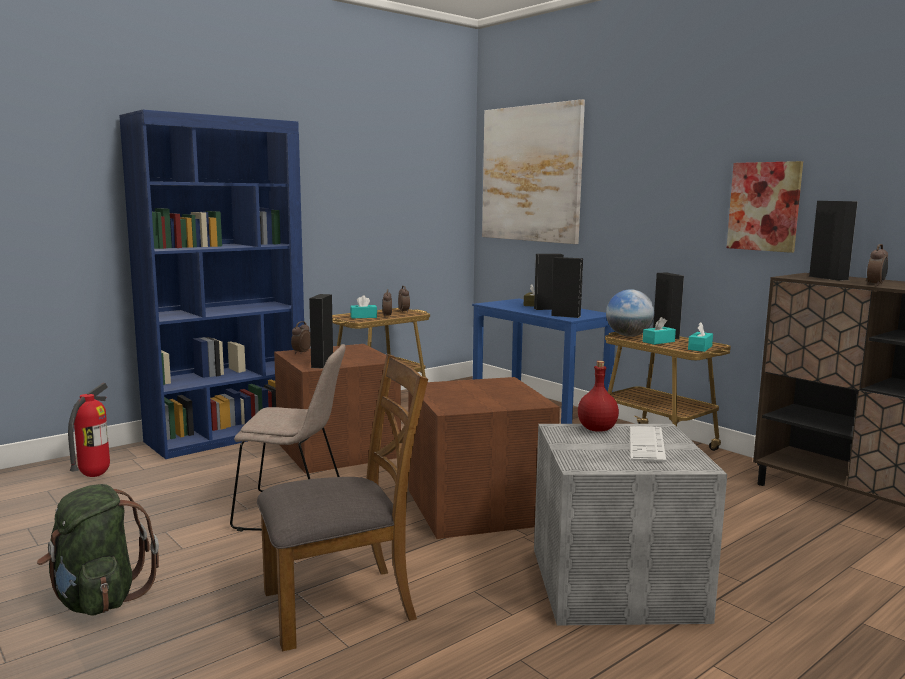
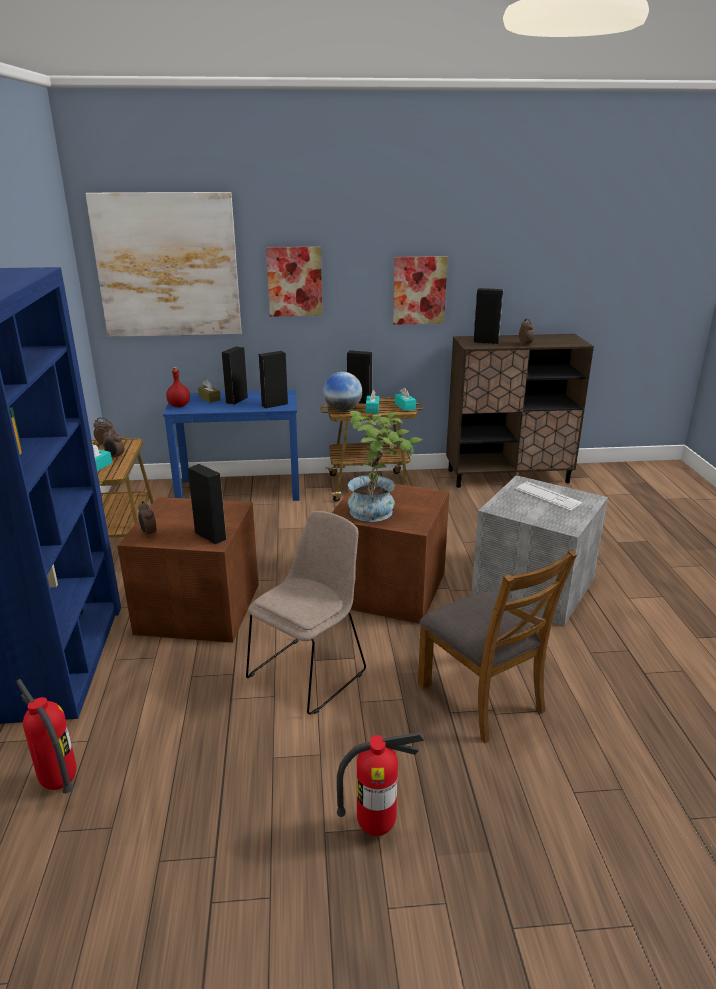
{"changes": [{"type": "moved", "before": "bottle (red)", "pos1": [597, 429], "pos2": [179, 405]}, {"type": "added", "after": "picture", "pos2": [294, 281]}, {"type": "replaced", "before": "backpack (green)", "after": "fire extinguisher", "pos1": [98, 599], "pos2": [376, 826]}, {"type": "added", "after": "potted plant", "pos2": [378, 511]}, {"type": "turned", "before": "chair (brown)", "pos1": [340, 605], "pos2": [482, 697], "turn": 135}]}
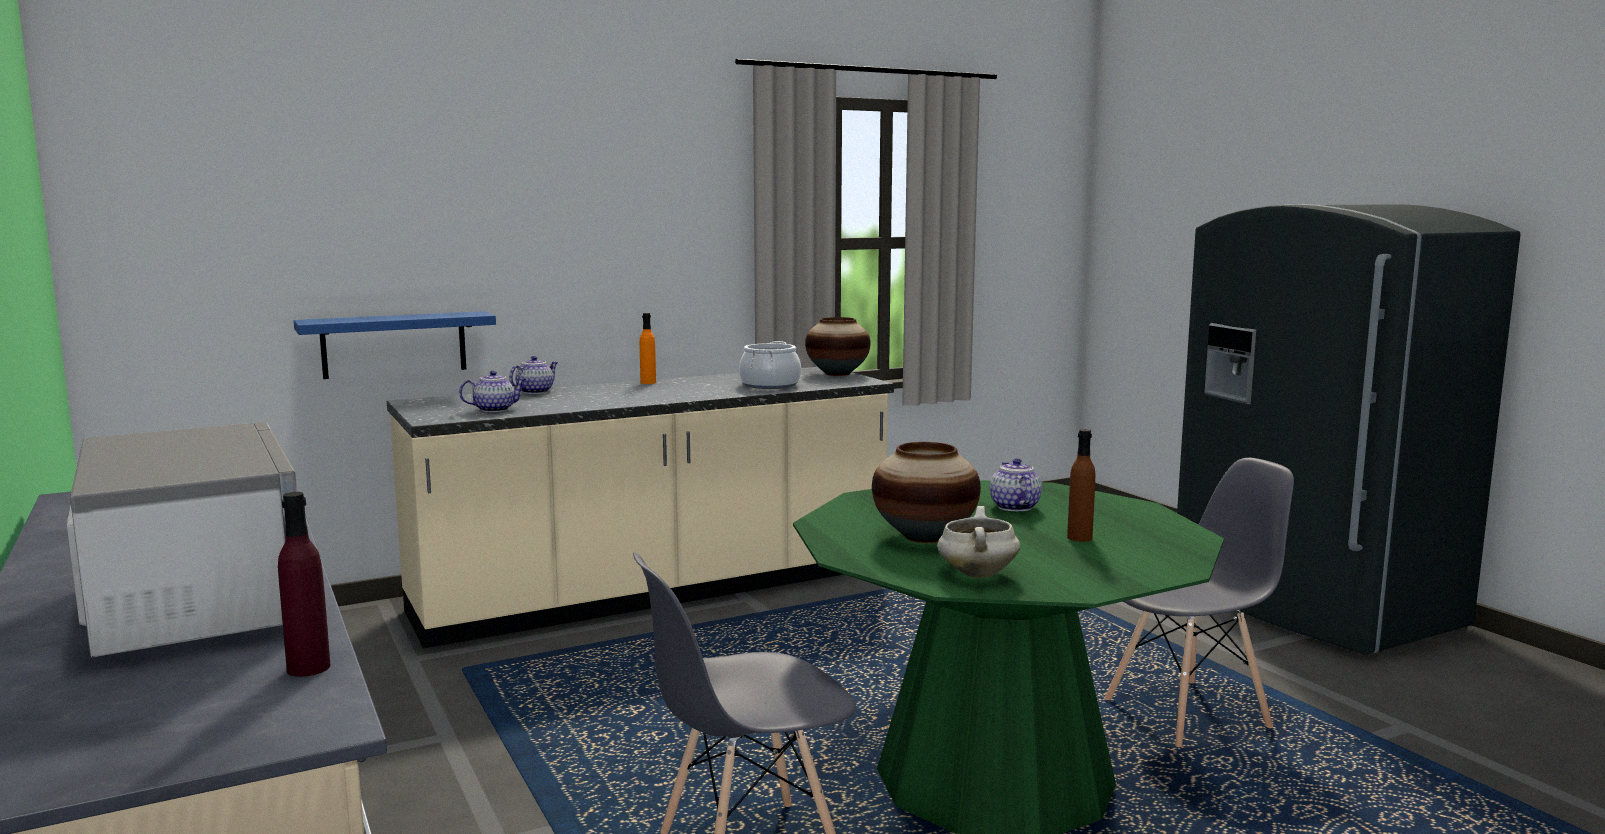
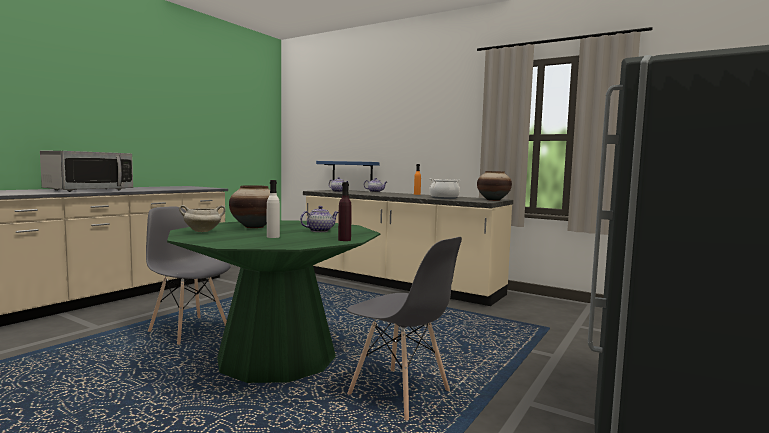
{"changes": [{"type": "recoloured", "before": "bottle (brown)", "after": "bottle (white)", "pos1": [1079, 538], "pos2": [273, 237]}, {"type": "moved", "before": "bottle (purple)", "pos1": [308, 668], "pos2": [344, 240]}]}
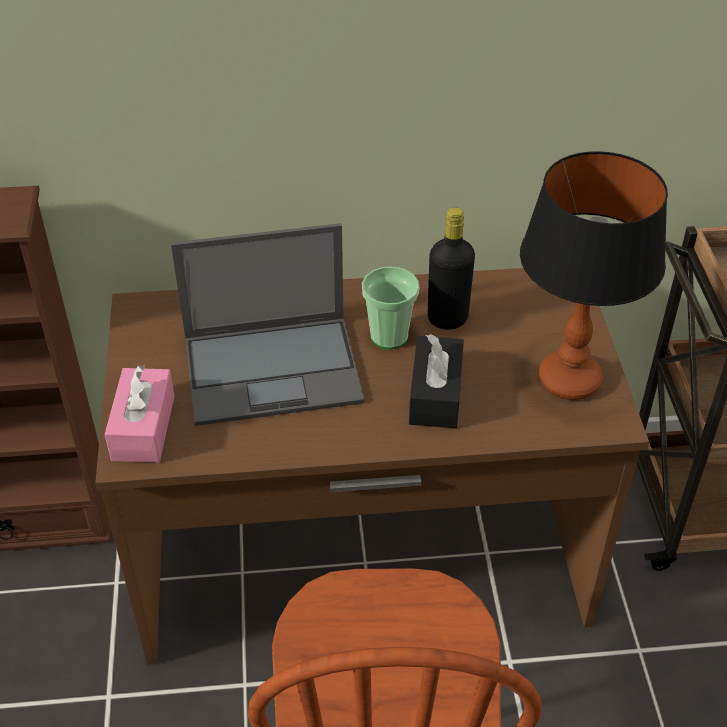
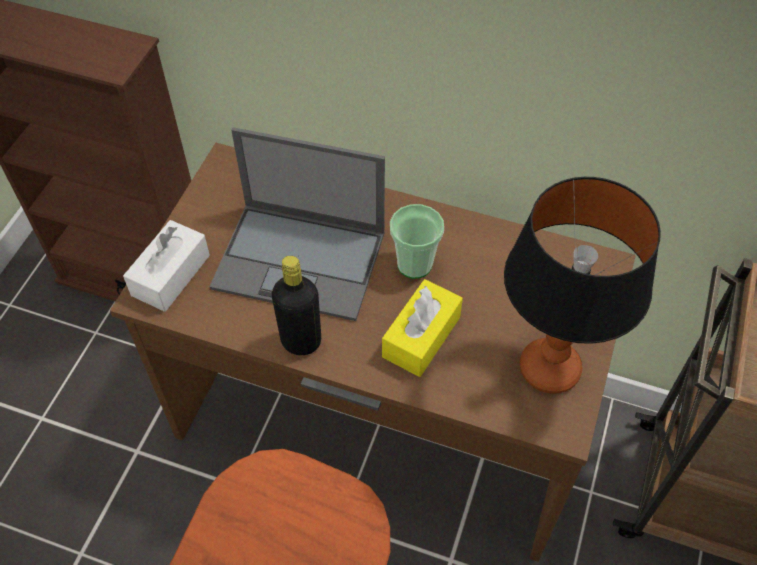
{"changes": [{"type": "recoloured", "before": "tissue box (pink)", "after": "tissue box (white)", "pos1": [143, 427], "pos2": [171, 275]}, {"type": "moved", "before": "bottle (black)", "pos1": [447, 319], "pos2": [301, 341]}, {"type": "recoloured", "before": "tissue box (black)", "after": "tissue box (yellow)", "pos1": [435, 394], "pos2": [421, 337]}]}
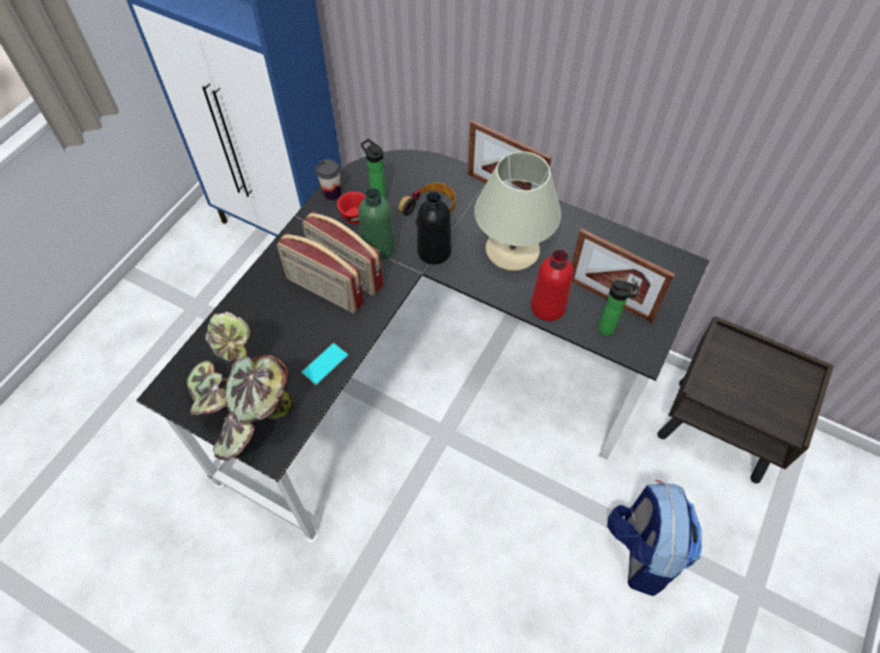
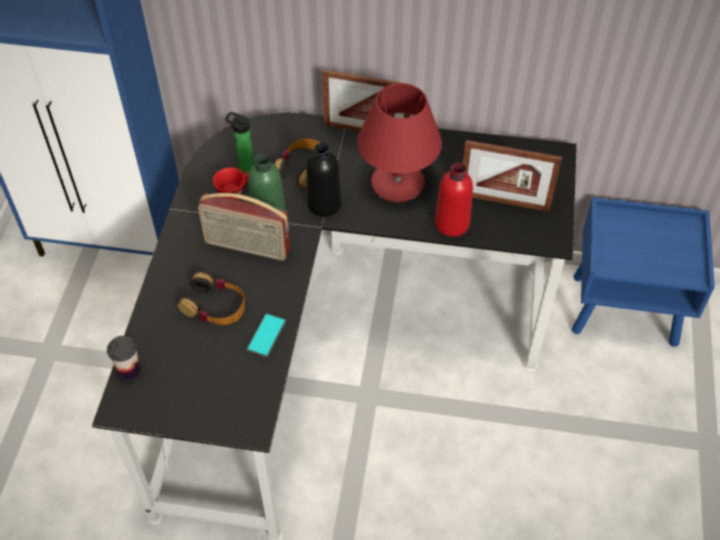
{"changes": [{"type": "moved", "before": "cup", "pos1": [332, 193], "pos2": [129, 370]}, {"type": "added", "after": "headphones", "pos2": [215, 306]}, {"type": "recoloured", "before": "table lamp (beige)", "after": "table lamp (red)", "pos1": [512, 251], "pos2": [398, 184]}, {"type": "recoloured", "before": "nightstand (brown)", "after": "nightstand (blue)", "pos1": [719, 430], "pos2": [626, 310]}, {"type": "removed", "before": "potted plant", "pos1": [247, 409]}, {"type": "removed", "before": "radio", "pos1": [324, 292]}, {"type": "removed", "before": "bottle", "pos1": [609, 329]}, {"type": "removed", "before": "backpack", "pos1": [641, 550]}]}
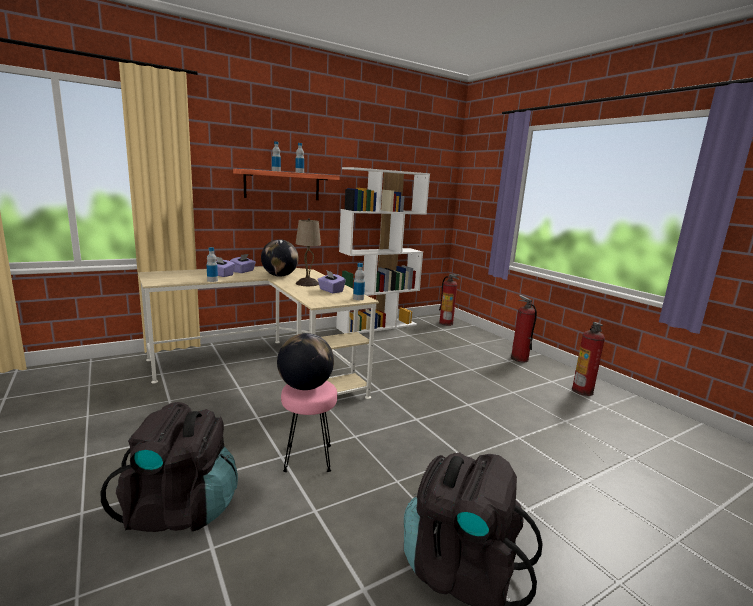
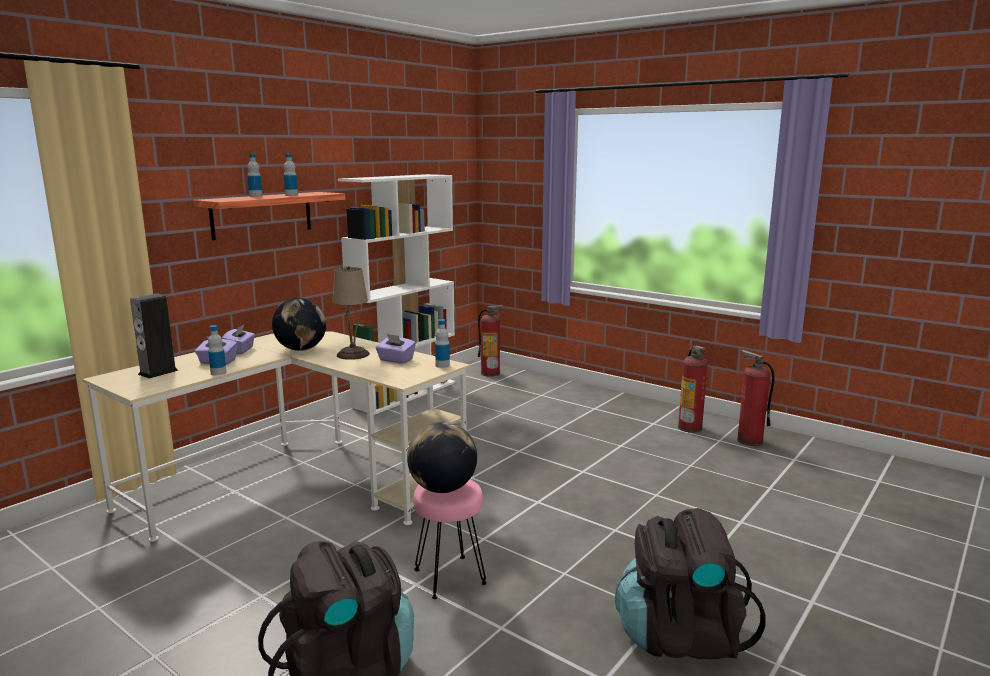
{"changes": [{"type": "added", "after": "speaker", "pos2": [158, 372]}, {"type": "moved", "before": "fire extinguisher", "pos1": [519, 359], "pos2": [749, 441]}]}
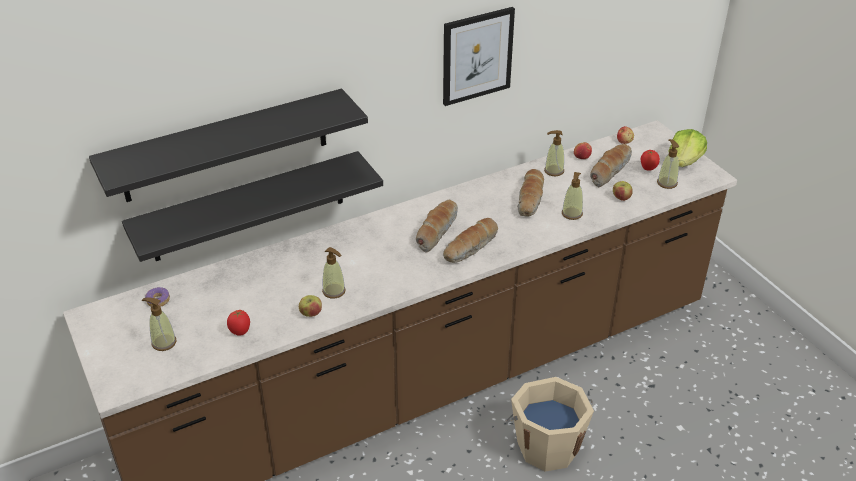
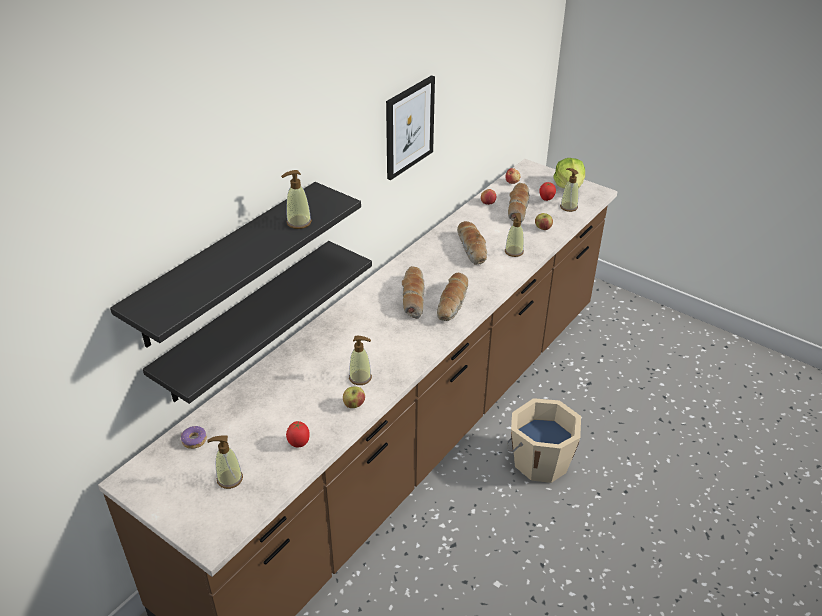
{"changes": [{"type": "moved", "before": "soap dispenser", "pos1": [553, 171], "pos2": [298, 222]}]}
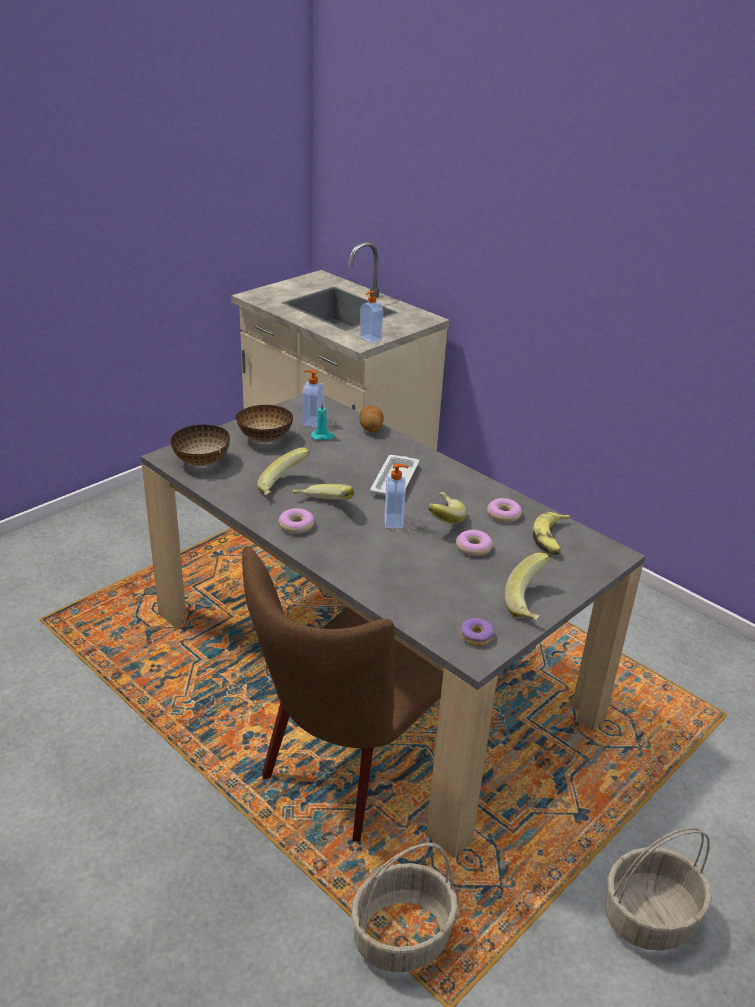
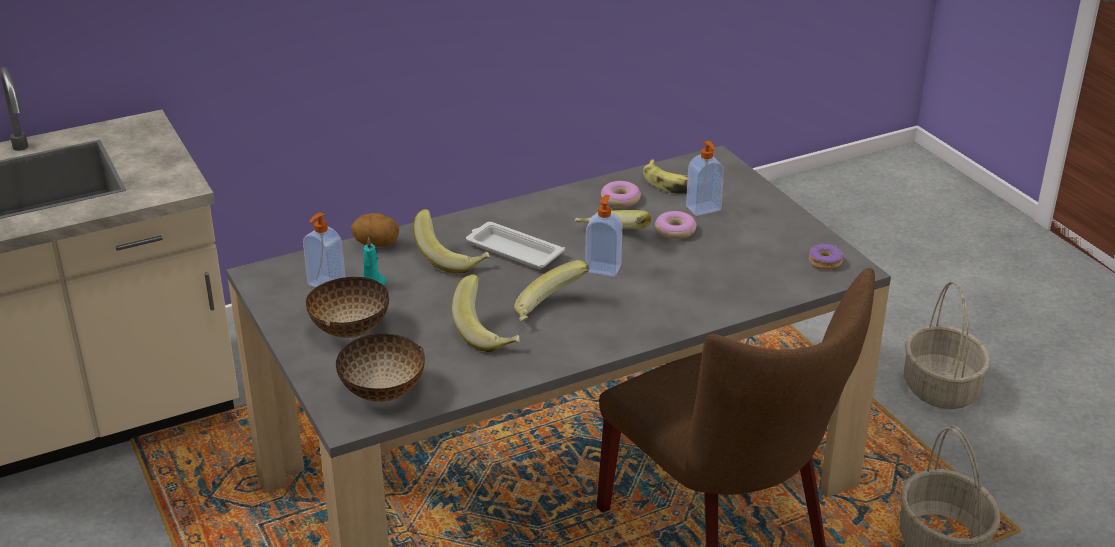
{"changes": [{"type": "moved", "before": "banana", "pos1": [531, 604], "pos2": [452, 259]}, {"type": "moved", "before": "soap dispenser", "pos1": [370, 339], "pos2": [704, 209]}, {"type": "removed", "before": "donut", "pos1": [296, 525]}]}
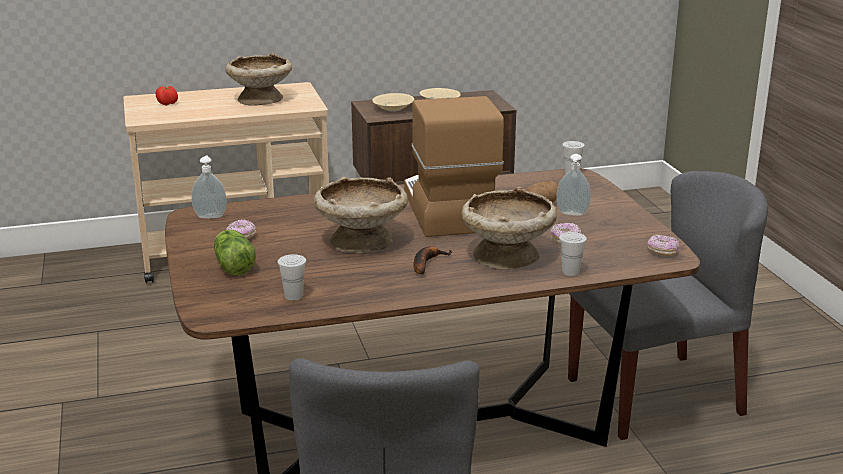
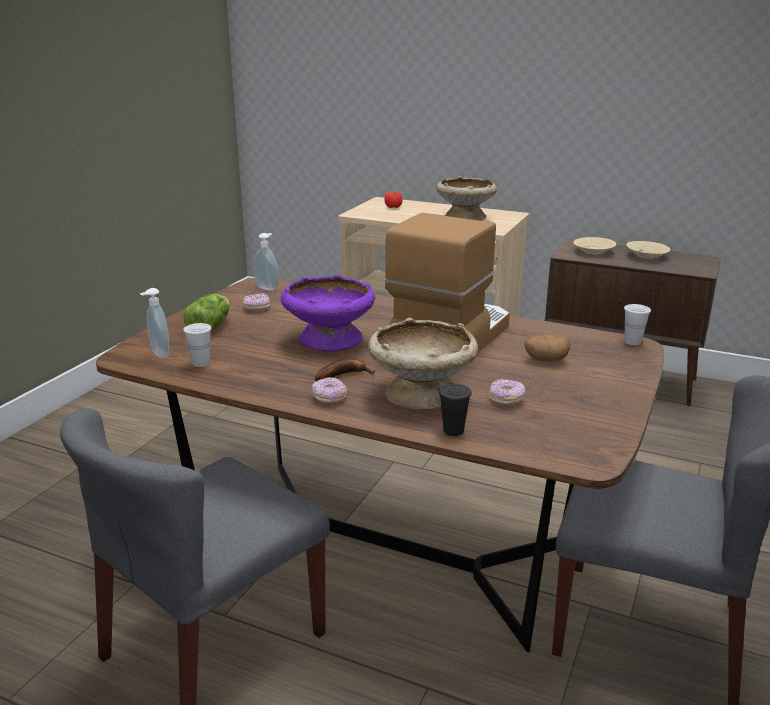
{"changes": [{"type": "moved", "before": "soap dispenser", "pos1": [572, 214], "pos2": [158, 354]}, {"type": "recoloured", "before": "bowl (beige)", "after": "bowl (purple)", "pos1": [361, 242], "pos2": [329, 340]}, {"type": "moved", "before": "donut", "pos1": [662, 252], "pos2": [329, 398]}, {"type": "recoloured", "before": "cup (white)", "after": "cup (black)", "pos1": [570, 272], "pos2": [453, 431]}]}
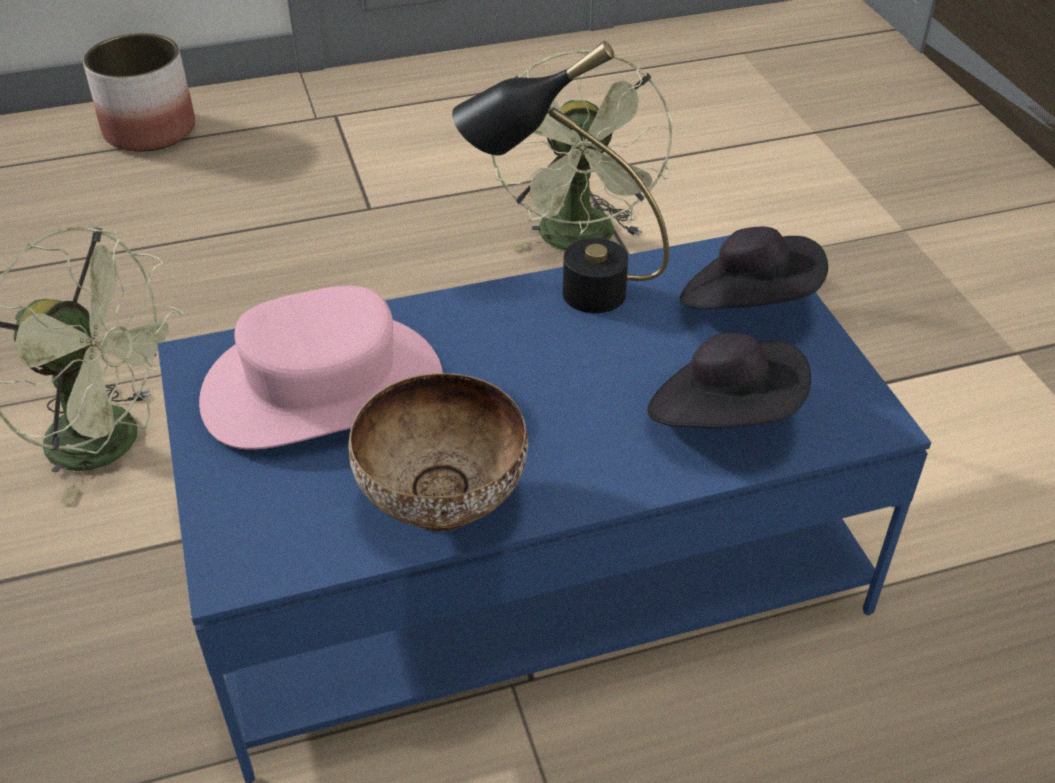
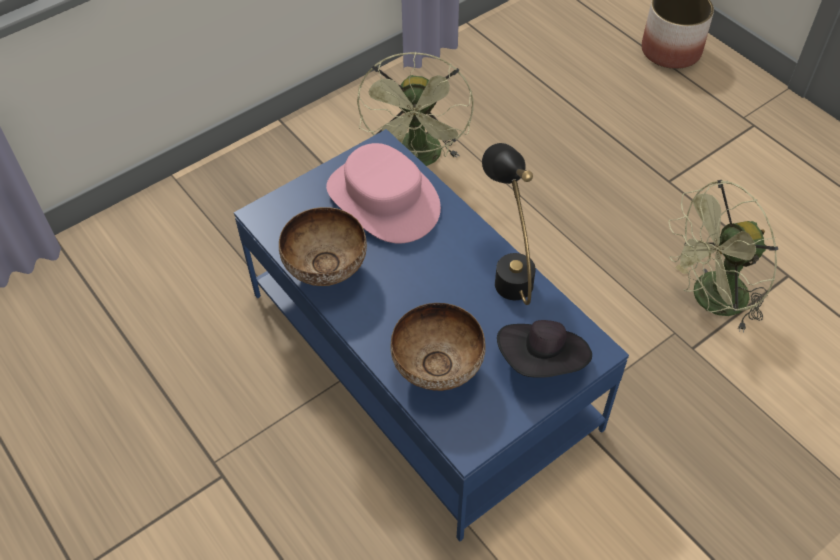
{"changes": [{"type": "replaced", "before": "hat (black)", "after": "bowl", "pos1": [724, 416], "pos2": [438, 370]}]}
